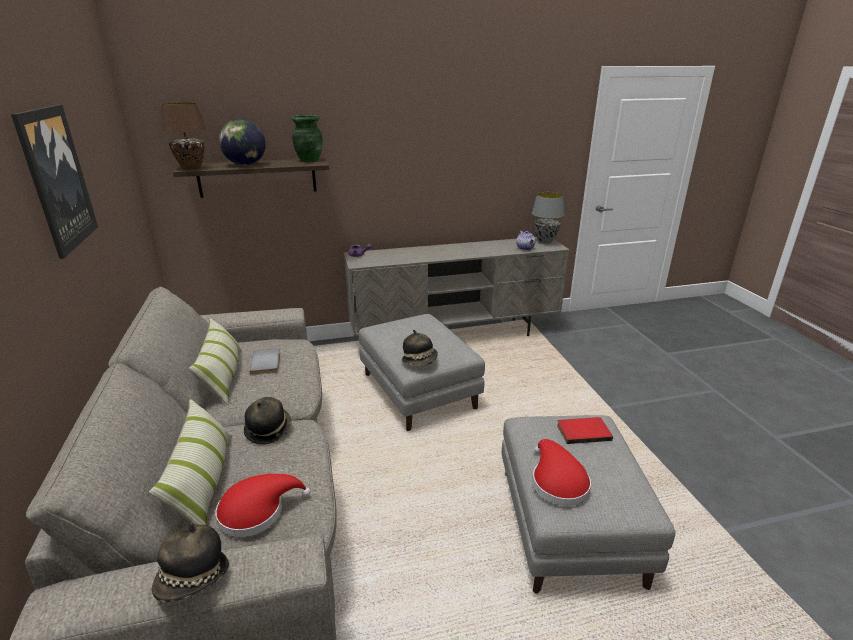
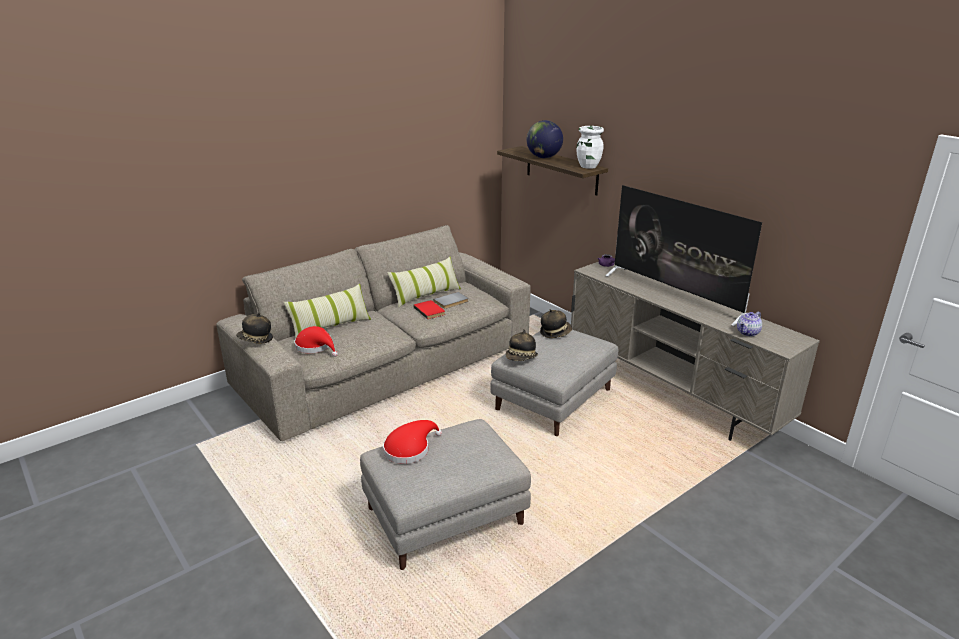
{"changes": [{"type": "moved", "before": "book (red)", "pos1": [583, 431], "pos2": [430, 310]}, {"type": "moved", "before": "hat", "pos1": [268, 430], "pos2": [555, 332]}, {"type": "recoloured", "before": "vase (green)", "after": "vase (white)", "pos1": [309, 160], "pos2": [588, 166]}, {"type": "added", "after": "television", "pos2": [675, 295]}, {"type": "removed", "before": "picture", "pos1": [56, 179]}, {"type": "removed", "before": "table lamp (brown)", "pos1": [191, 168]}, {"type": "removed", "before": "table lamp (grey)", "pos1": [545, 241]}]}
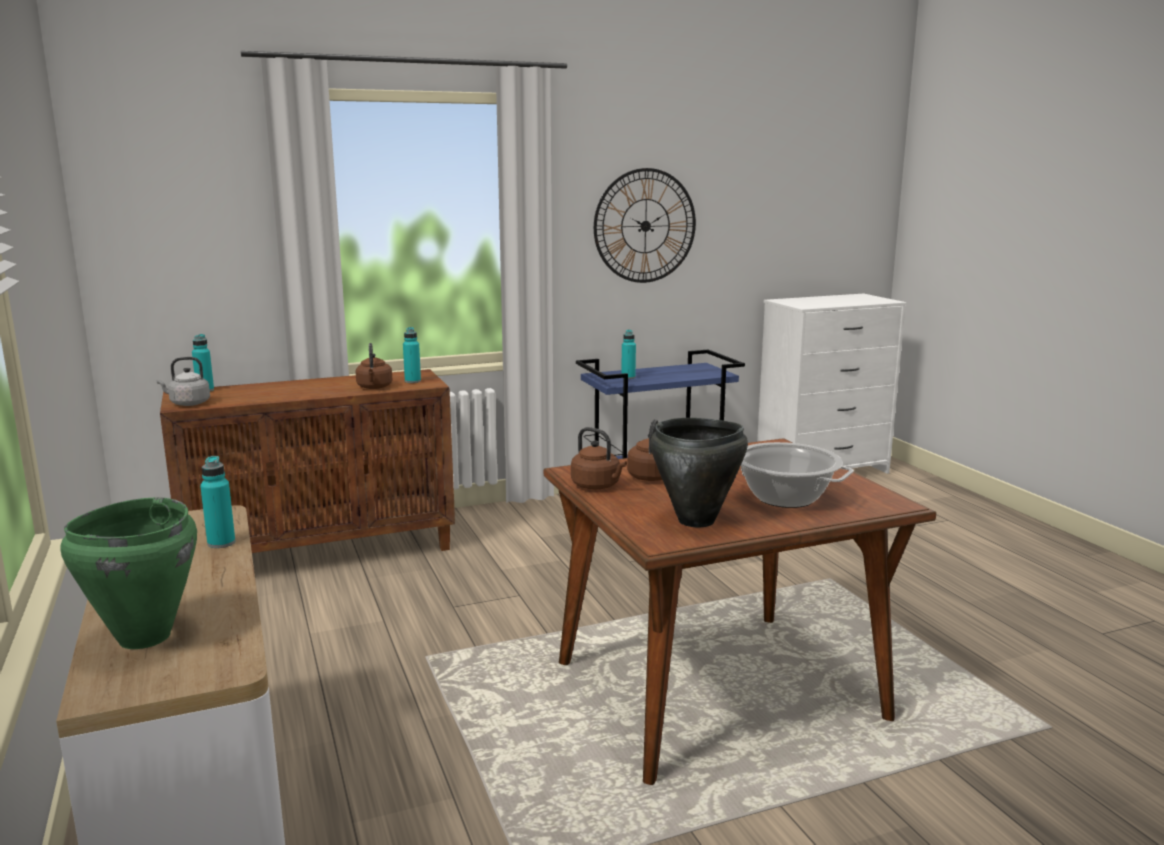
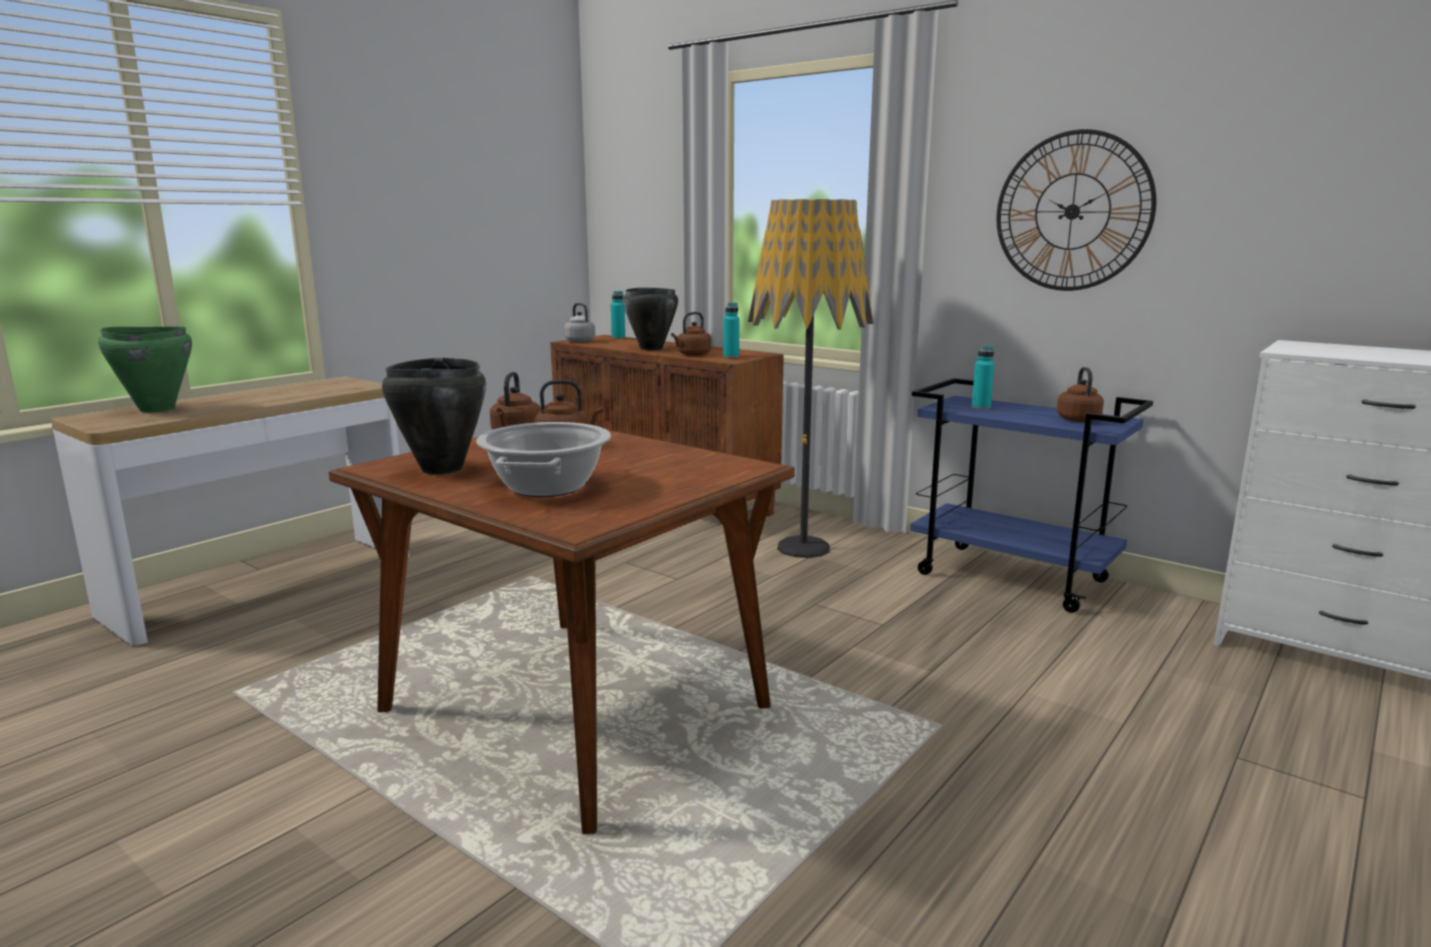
{"changes": [{"type": "added", "after": "cooking pot (black)", "pos2": [651, 348]}, {"type": "added", "after": "floor lamp", "pos2": [803, 548]}, {"type": "added", "after": "kettle (brown)", "pos2": [1077, 419]}, {"type": "removed", "before": "bottle (turquoise)", "pos1": [221, 543]}]}
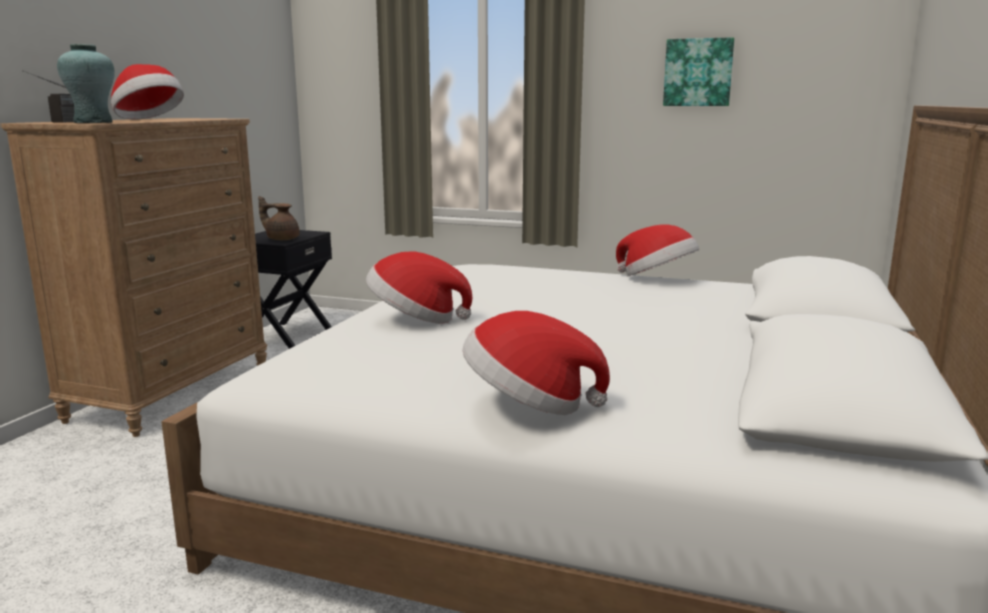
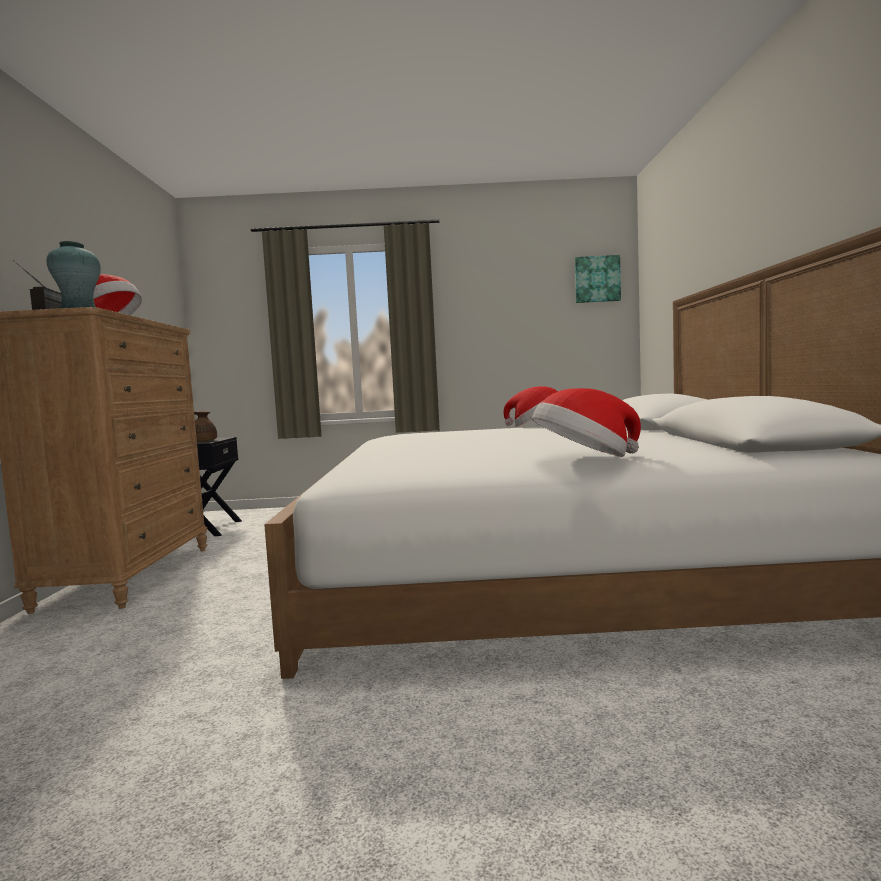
{"changes": [{"type": "moved", "before": "picture", "pos1": [698, 72], "pos2": [597, 279]}, {"type": "removed", "before": "hat", "pos1": [416, 319]}]}
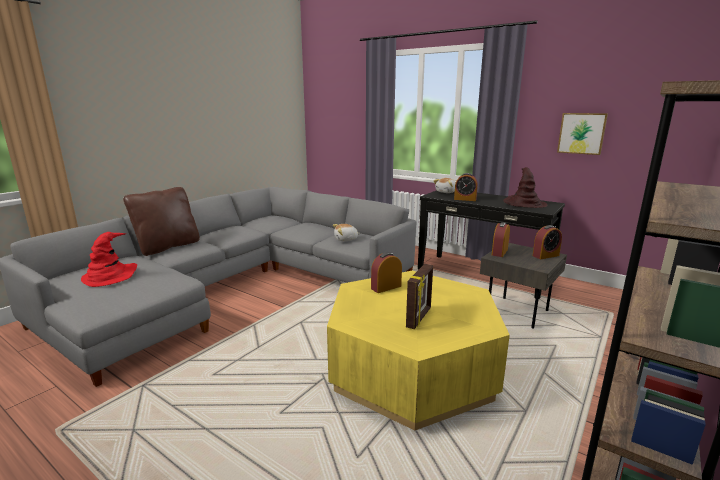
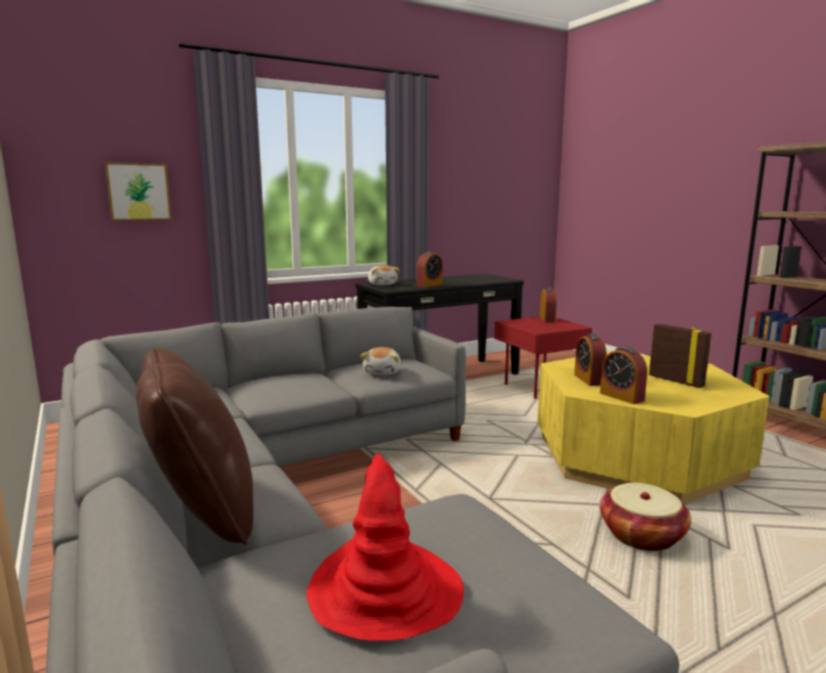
{"changes": [{"type": "moved", "before": "picture", "pos1": [581, 133], "pos2": [138, 192]}, {"type": "recoloured", "before": "side table (grey)", "after": "side table (red)", "pos1": [516, 311], "pos2": [537, 388]}, {"type": "moved", "before": "alarm clock", "pos1": [499, 252], "pos2": [621, 397]}, {"type": "added", "after": "basket", "pos2": [641, 535]}, {"type": "removed", "before": "hat (brown)", "pos1": [524, 204]}]}
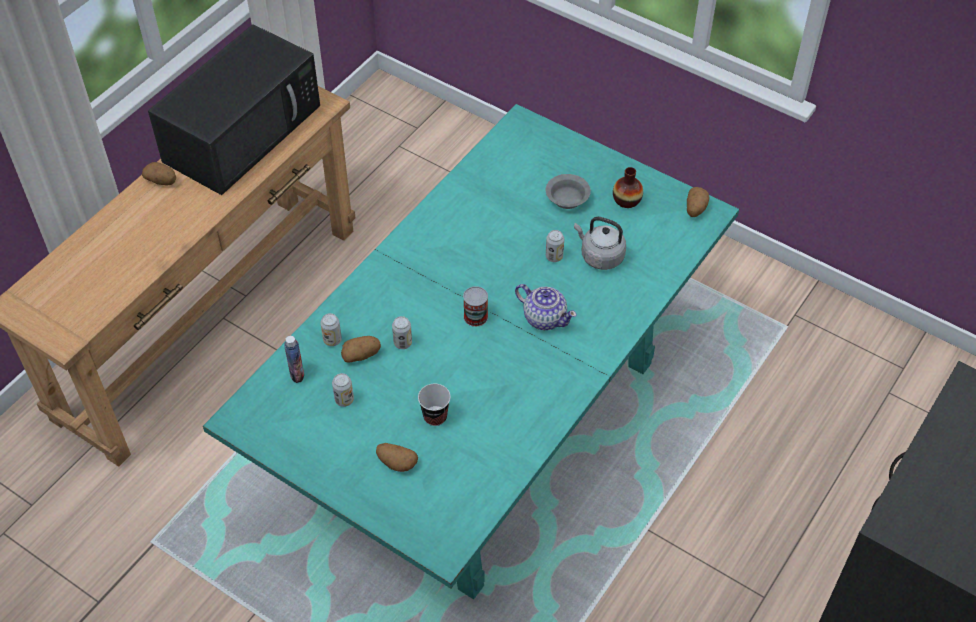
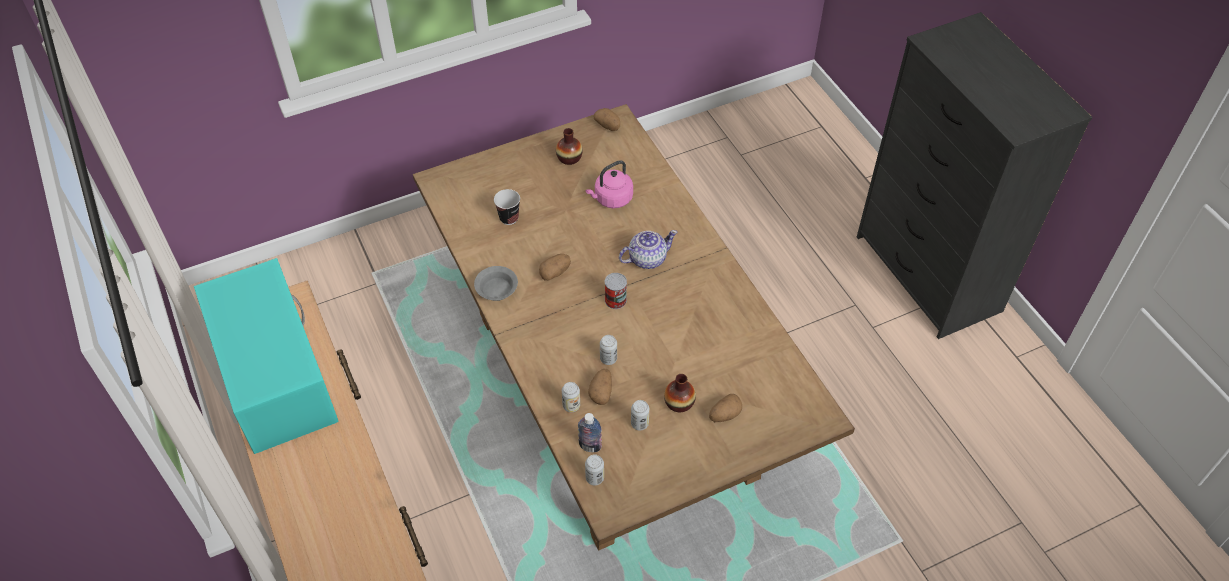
{"changes": [{"type": "recoloured", "before": "microwave (black)", "after": "microwave (turquoise)", "pos1": [243, 131], "pos2": [273, 372]}, {"type": "recoloured", "before": "dining table (turquoise)", "after": "dining table (brown)", "pos1": [488, 426], "pos2": [613, 394]}, {"type": "moved", "before": "bowl (grey)", "pos1": [567, 198], "pos2": [496, 289]}, {"type": "moved", "before": "cup", "pos1": [435, 416], "pos2": [509, 218]}, {"type": "moved", "before": "potato", "pos1": [162, 181], "pos2": [555, 272]}, {"type": "moved", "before": "can", "pos1": [554, 256], "pos2": [594, 478]}, {"type": "recoloured", "before": "kettle (grey)", "after": "kettle (pink)", "pos1": [600, 256], "pos2": [611, 199]}, {"type": "added", "after": "vase", "pos2": [679, 402]}]}
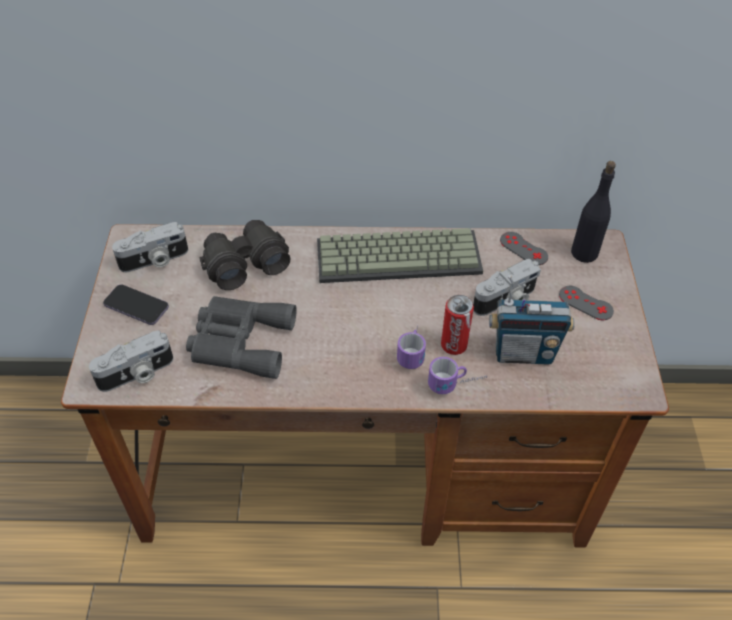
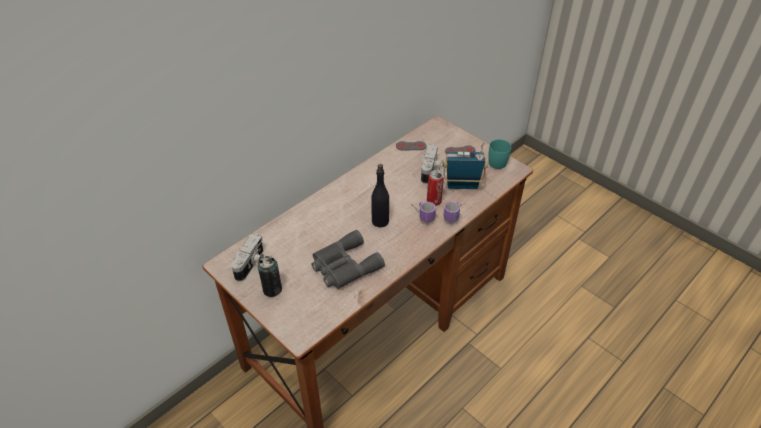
{"changes": [{"type": "replaced", "before": "phone", "after": "can", "pos1": [136, 306], "pos2": [272, 289]}, {"type": "moved", "before": "bottle (black)", "pos1": [584, 252], "pos2": [380, 221]}, {"type": "turned", "before": "radio", "pos1": [523, 353], "pos2": [462, 185], "turn": -135}, {"type": "added", "after": "mug (turquoise)", "pos2": [498, 160]}, {"type": "removed", "before": "photo camera", "pos1": [137, 374]}, {"type": "removed", "before": "binoculars (black)", "pos1": [244, 263]}, {"type": "removed", "before": "keyboard", "pos1": [400, 255]}]}
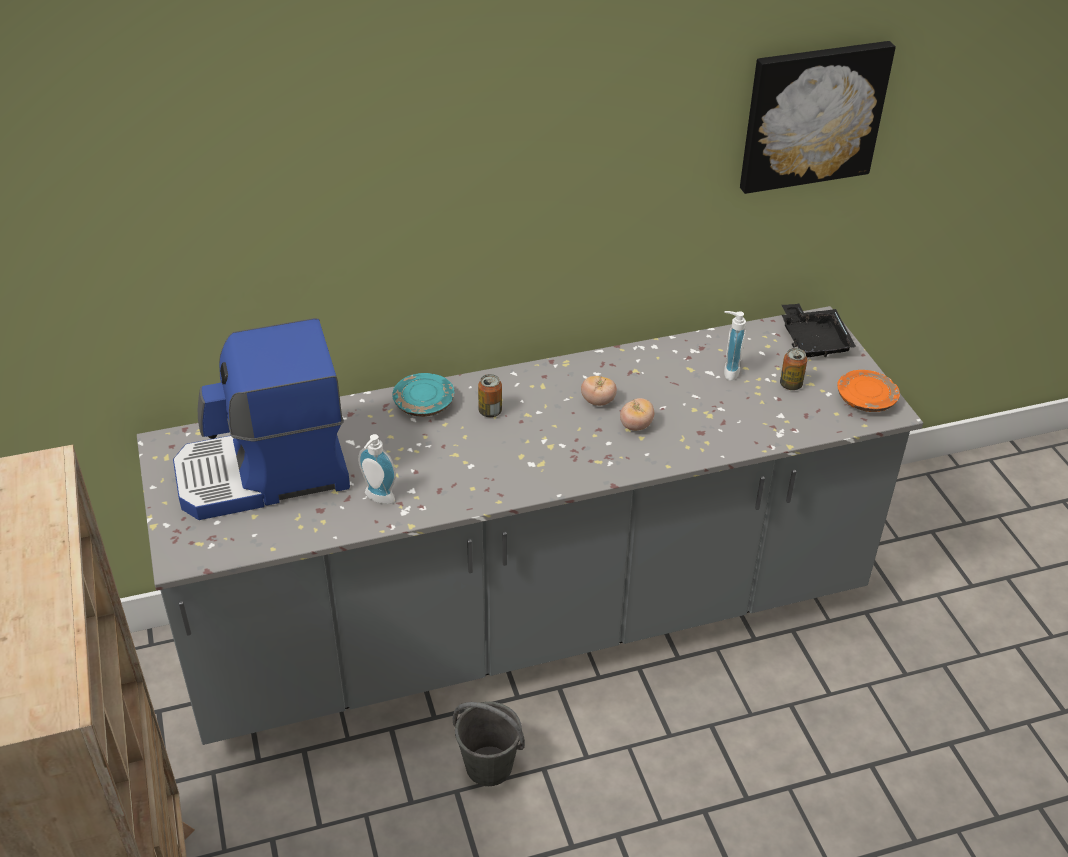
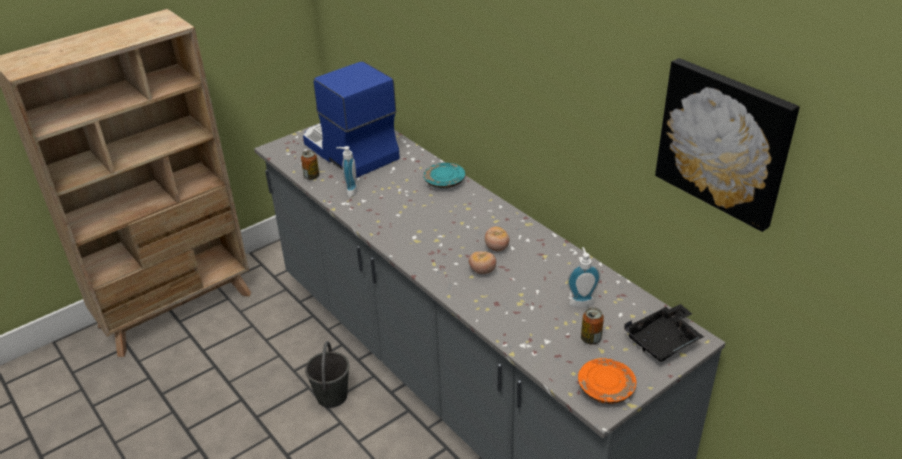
{"changes": [{"type": "moved", "before": "can", "pos1": [490, 411], "pos2": [311, 176]}]}
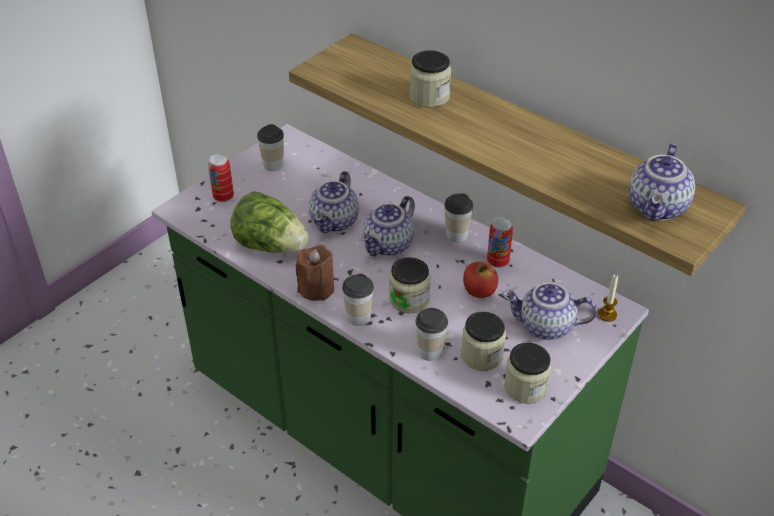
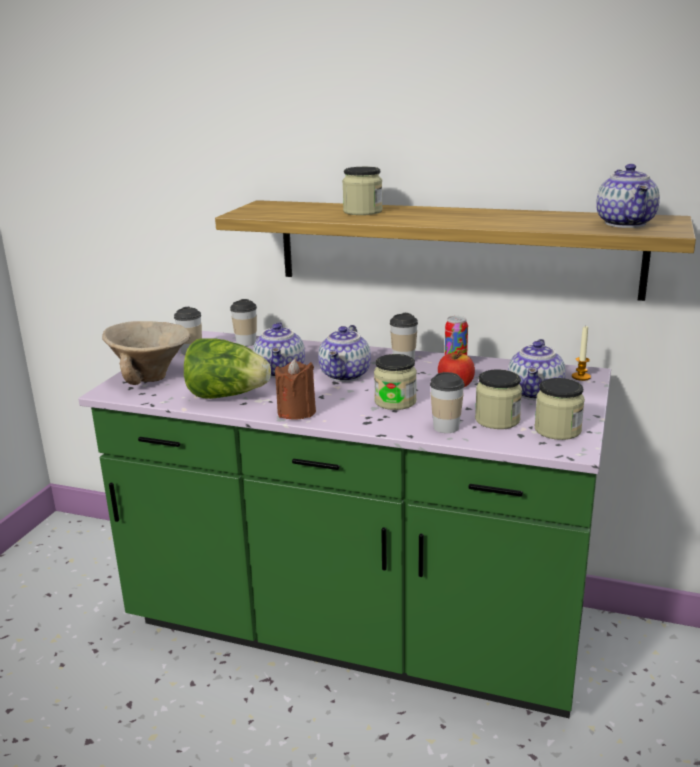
{"changes": [{"type": "replaced", "before": "can", "after": "bowl (beige)", "pos1": [223, 197], "pos2": [153, 376]}, {"type": "moved", "before": "cup", "pos1": [358, 317], "pos2": [246, 343]}, {"type": "turned", "before": "teapot", "pos1": [545, 327], "pos2": [536, 393], "turn": -60}]}
